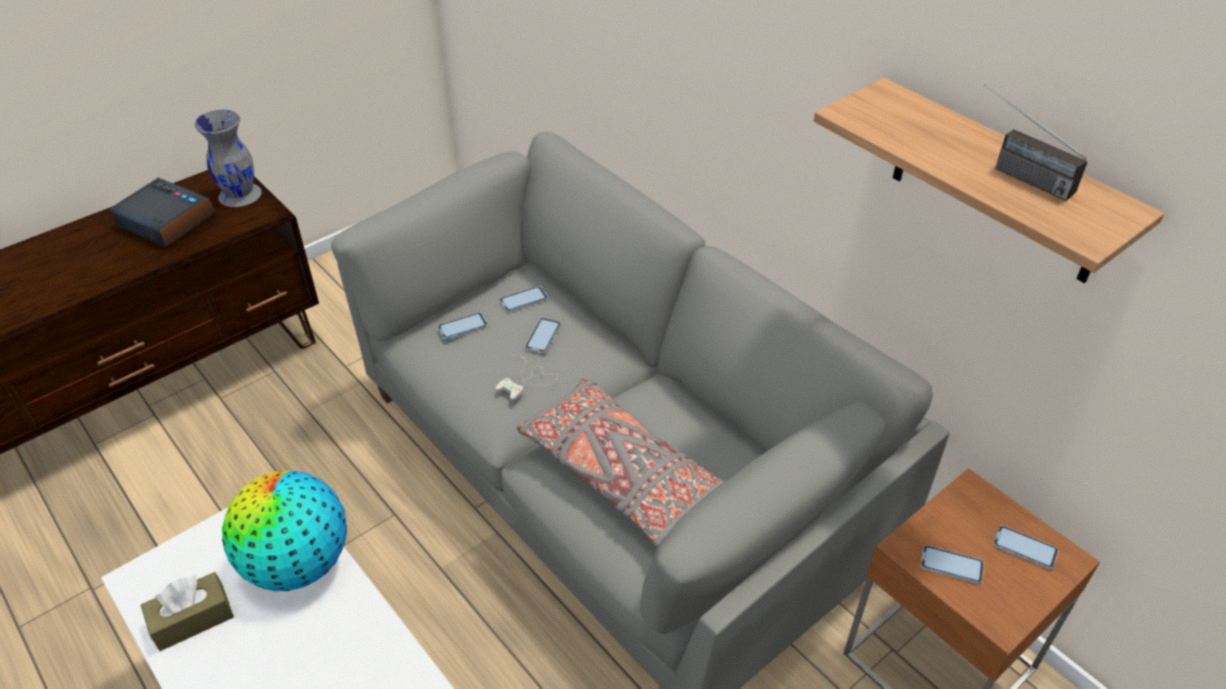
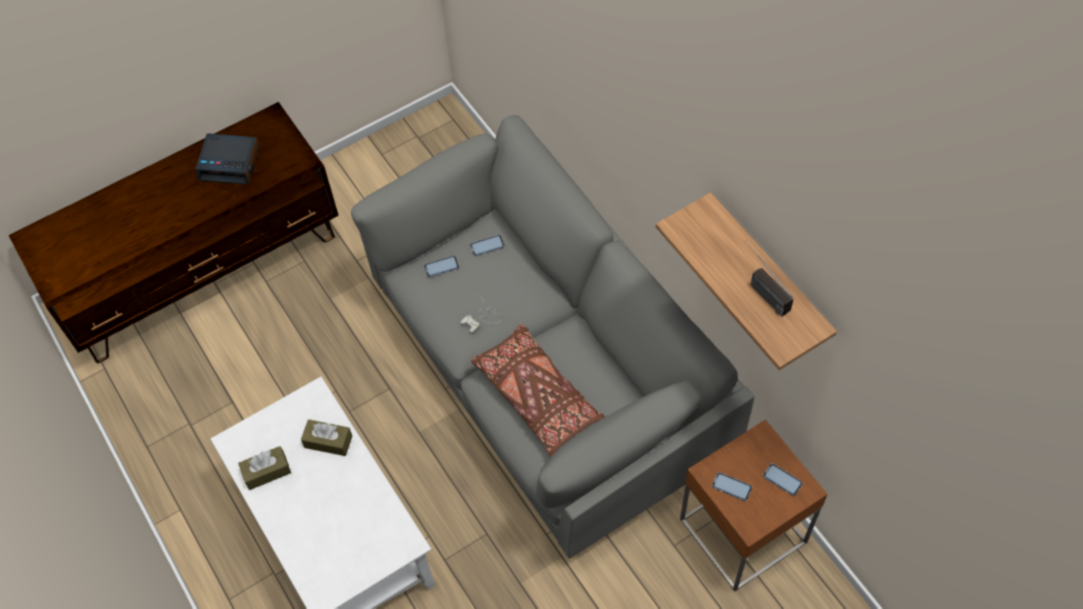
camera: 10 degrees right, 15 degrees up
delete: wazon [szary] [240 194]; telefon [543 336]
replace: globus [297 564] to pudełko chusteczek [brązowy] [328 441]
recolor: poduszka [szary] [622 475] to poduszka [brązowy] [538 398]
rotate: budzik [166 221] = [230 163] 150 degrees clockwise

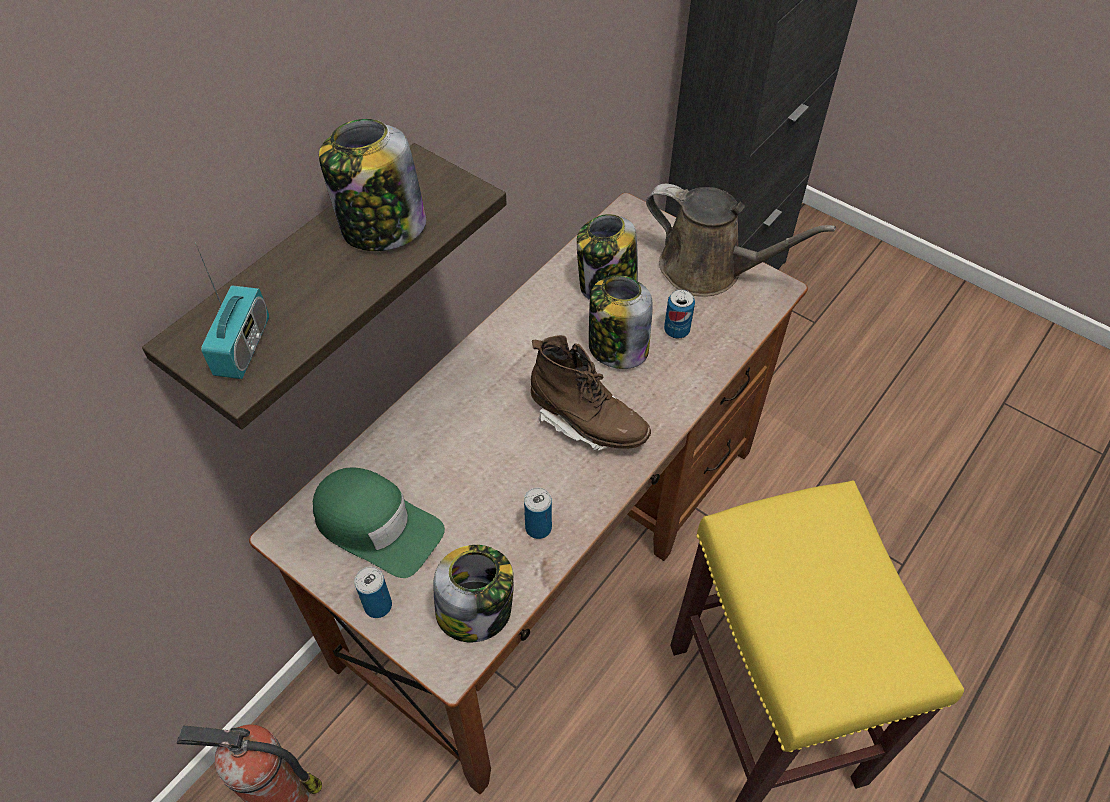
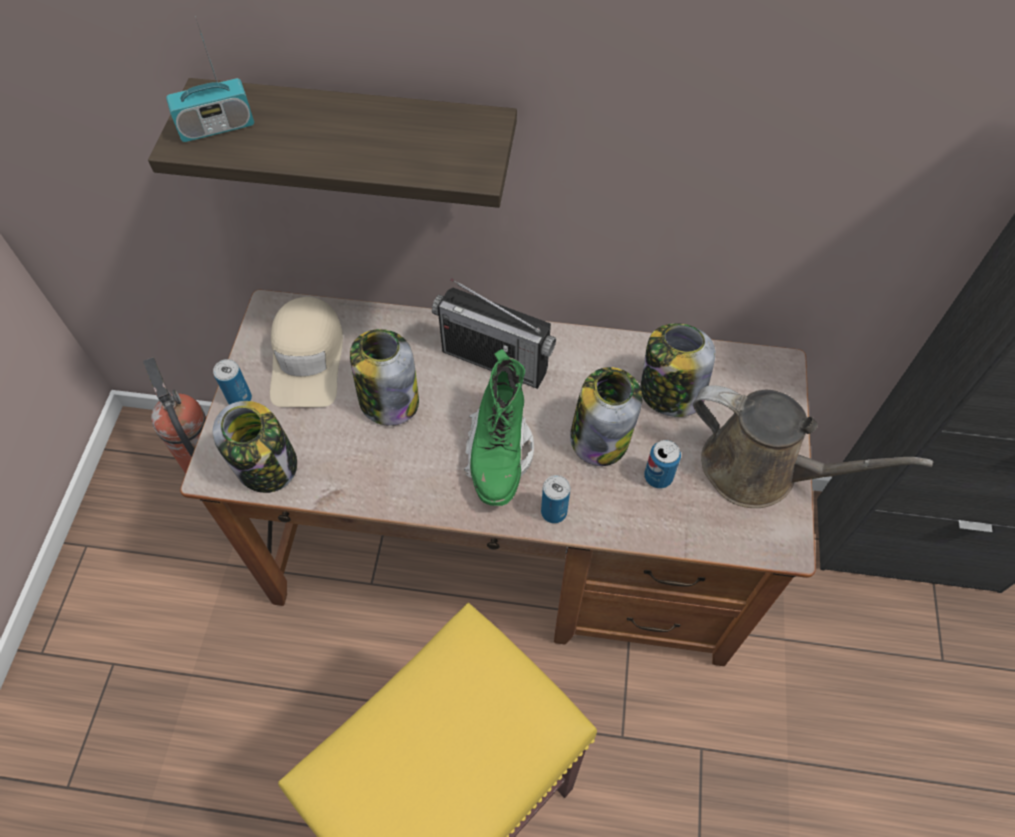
camera: 60 degrees right, 5 degrees up
insert: radio [495 360]
move: słoik [381 228] to [388 400]; puszka [538 528] to [554 512]
recolor: czapka z daszkiem [zielony] [377 525] to czapka z daszkiem [beżowy] [308 359]; but z cholewką [brązowy] [587 422] to but z cholewką [zielony] [499 454]
rotate: konewka [brązowy] [709 269] = [759 470] 60 degrees counterclockwise

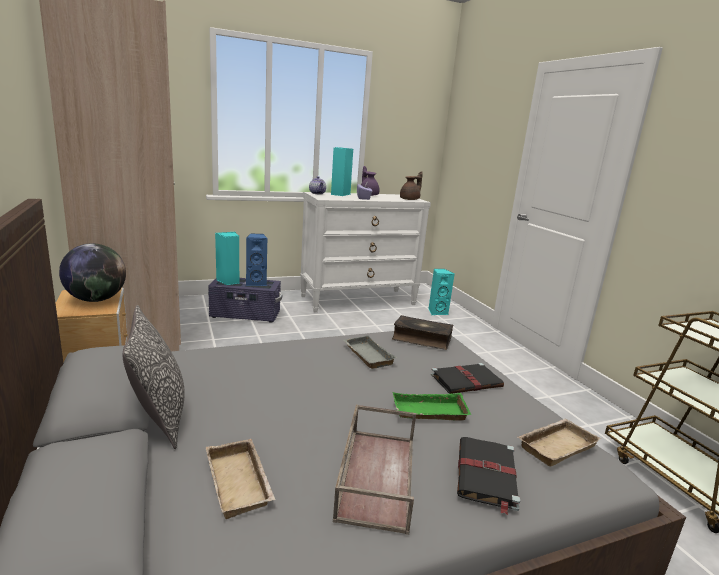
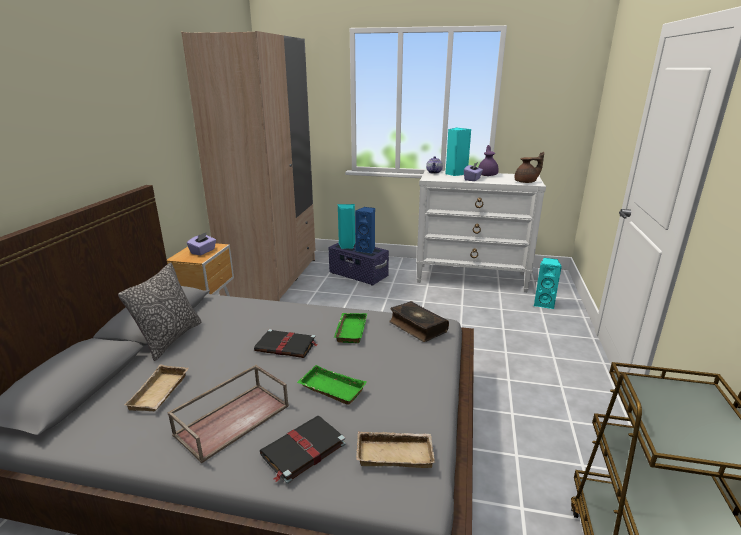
camera: 35 degrees right, 5 degrees up
move: książka [czarny] [467 381] to [287 346]
replace: globus [96 299] to pudełko chusteczek [fioletowy] [203 251]
recolor: taca [szary] [366 355] to taca [zielony] [349 330]

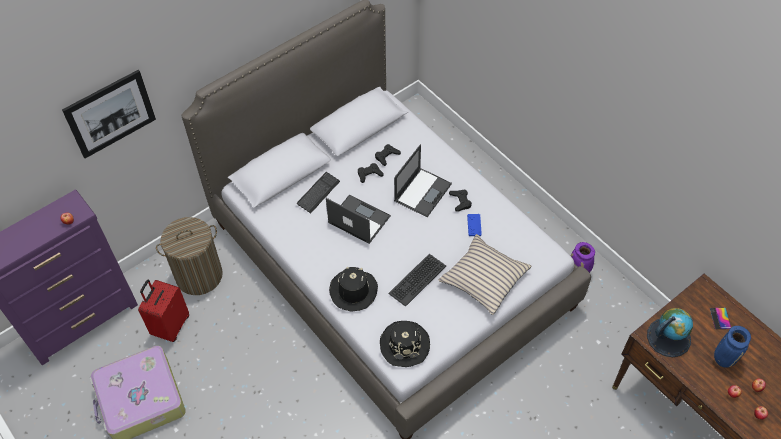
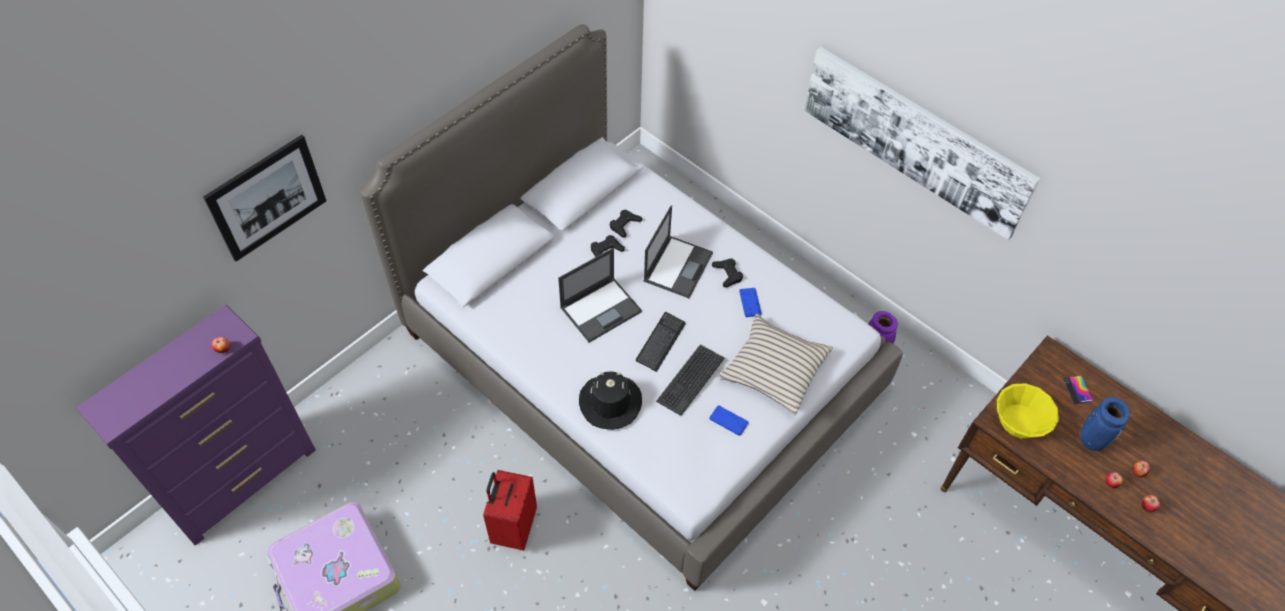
camera: 10 degrees left, 0 degrees up
delete: kosz na pranie [199 275]; kapelusz [czarny] [405 344]
insert: pad do gier [niebieski] [728 421]; obraz [915 140]
move: walizka [czerwony] [170 326] to [513 527]; klawiatura [318 193] to [660 342]
replace: globus [668 337] to miska [żółty] [1020 420]
rotate: laptop [358 219] = [601 309] 120 degrees clockwise

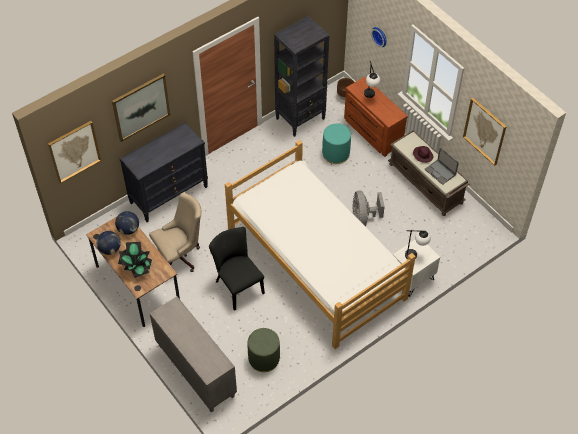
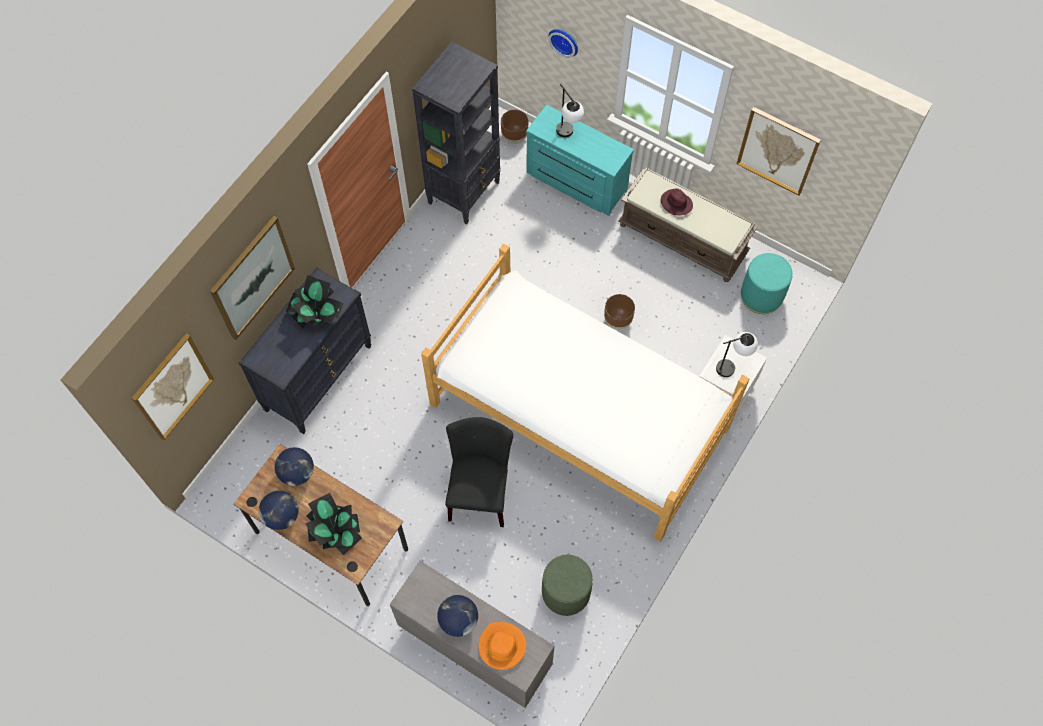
camera: 20 degrees left, 10 degrees up
delete: krzesło biurowe [beżowy] [180 256]; laptop [440 172]
insert: roślina doniczkowa [317 314]; globus [458 620]; kapelusz [pomarańczowy] [501 646]
move: pufa [turkusowy] [336 153] to [761 295]
replace: wentylator [szary] [364 217] to donica [brązowy] [618 321]
recolor: komoda [brązowy] [371 132] to komoda [turkusowy] [575 182]
rotate: krzesło [czarny] [237 285] = [480 490] 60 degrees clockwise

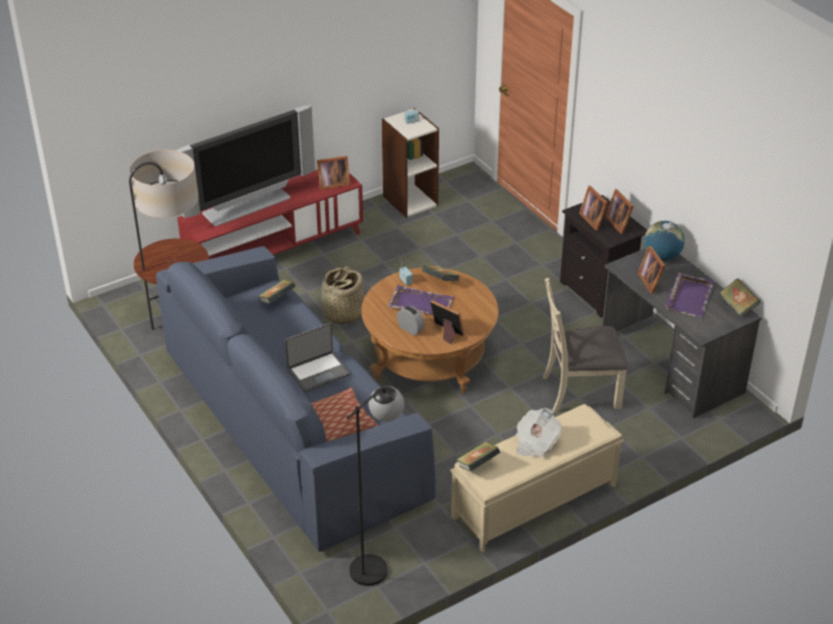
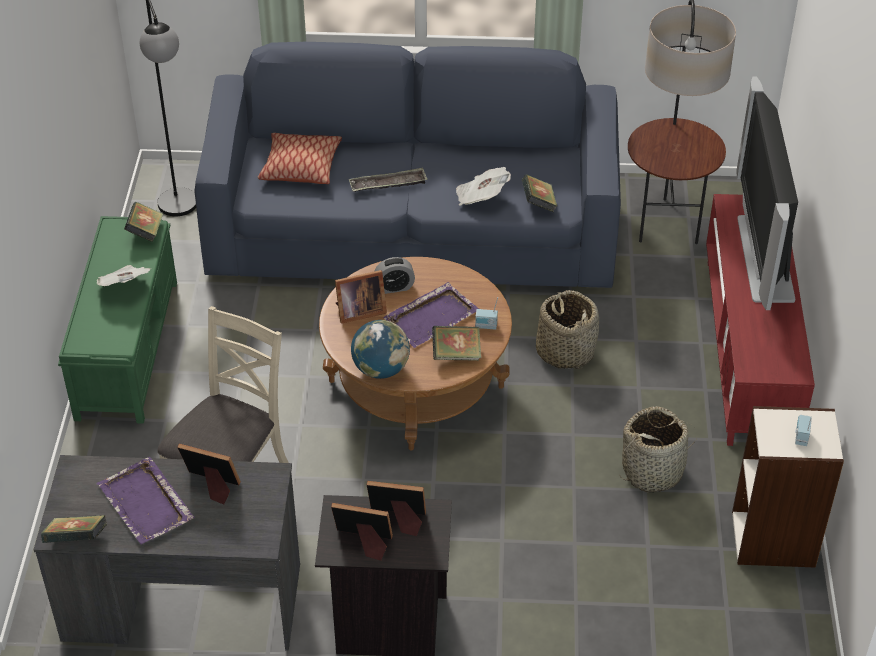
camera: 125 degrees right, 5 degrees up
delete: ramka na zdjęcie [332 184]
insert: gazeta [481 197]; koszyk [653 471]
move: globus [661 256] to [381 369]
replace: laptop [318 372] to taca [388 184]
recolor: ławka [beżowy] [533 502] to ławka [zielony] [127 347]

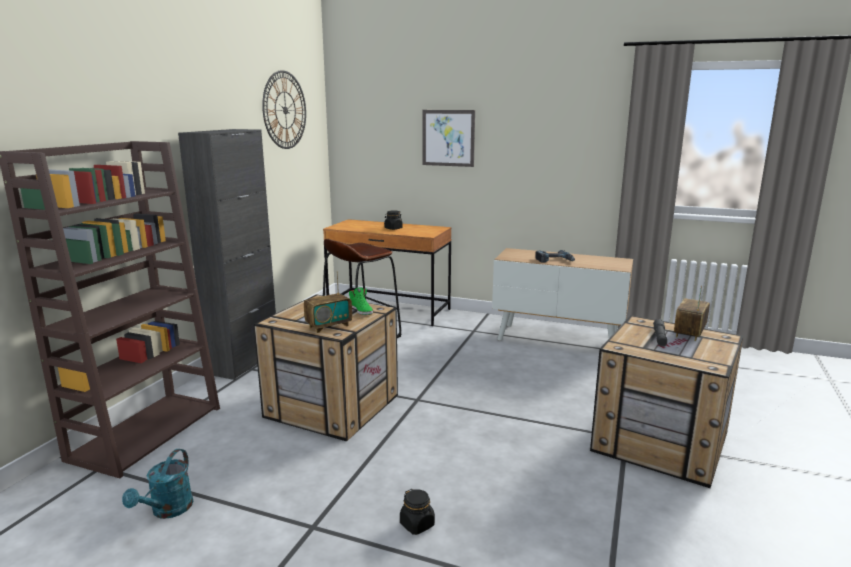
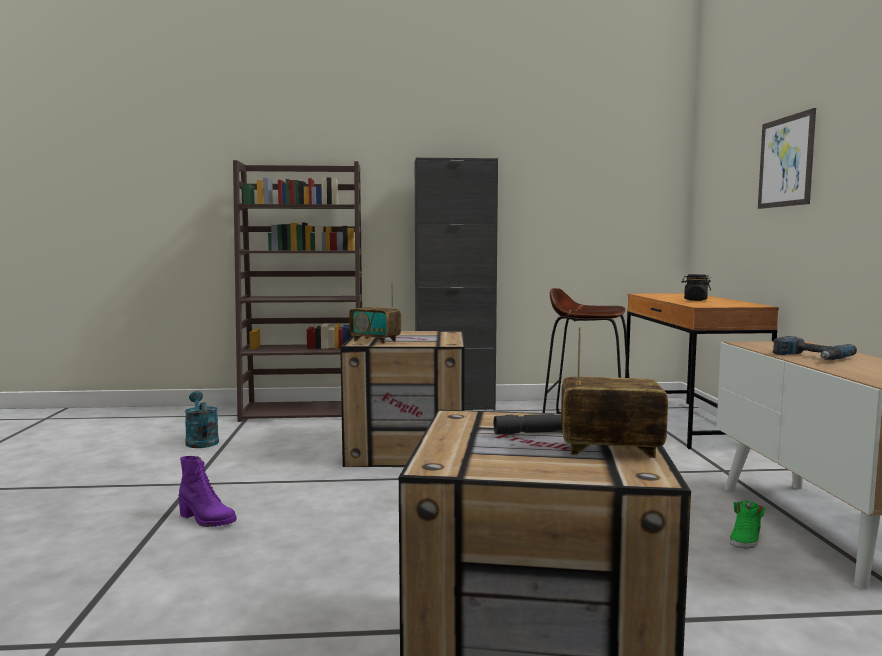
camera: 65 degrees right, 10 degrees down
delete: zegar ścienny [285 110]
move: but [zielony] [361 310] to [746 538]
replace: słoik [czarny] [417 524] to but z cholewką [fioletowy] [206 520]
rotate: konewka [turkusowy] [167 511] = [201 441] 75 degrees clockwise

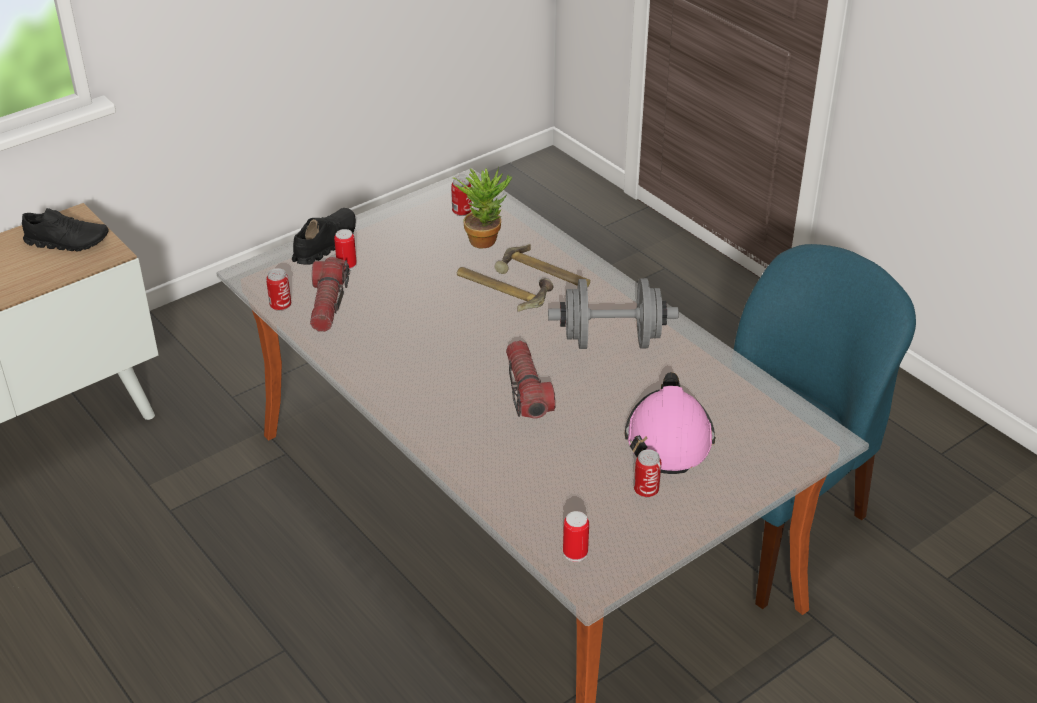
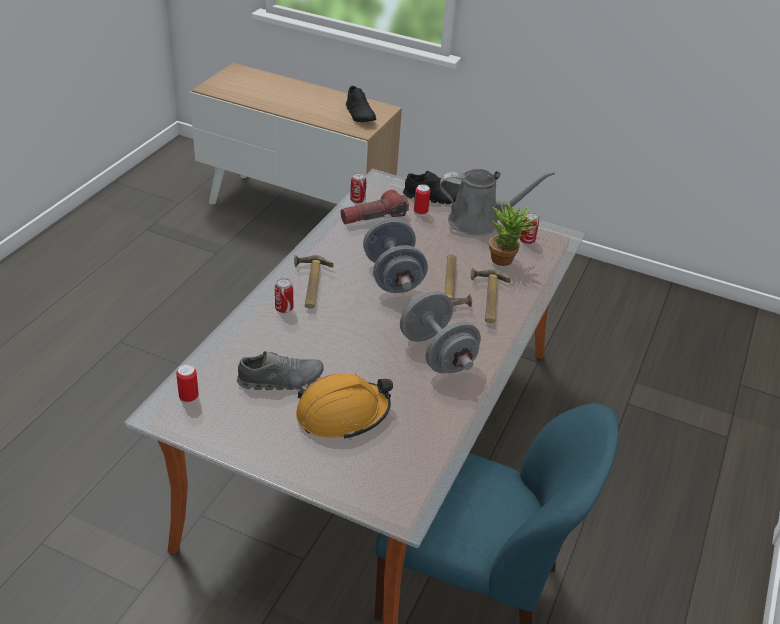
camera: 60 degrees right, 0 degrees up
delete: latarka [527 390]
insert: but [szary] [280 380]; młotek [309 285]; hantel [szary] [393 277]; konewka [szary] [479 222]
move: puszka [646 490] to [284 309]
recolor: kask [różowy] [668 438] to kask [pomarańczowy] [342 414]

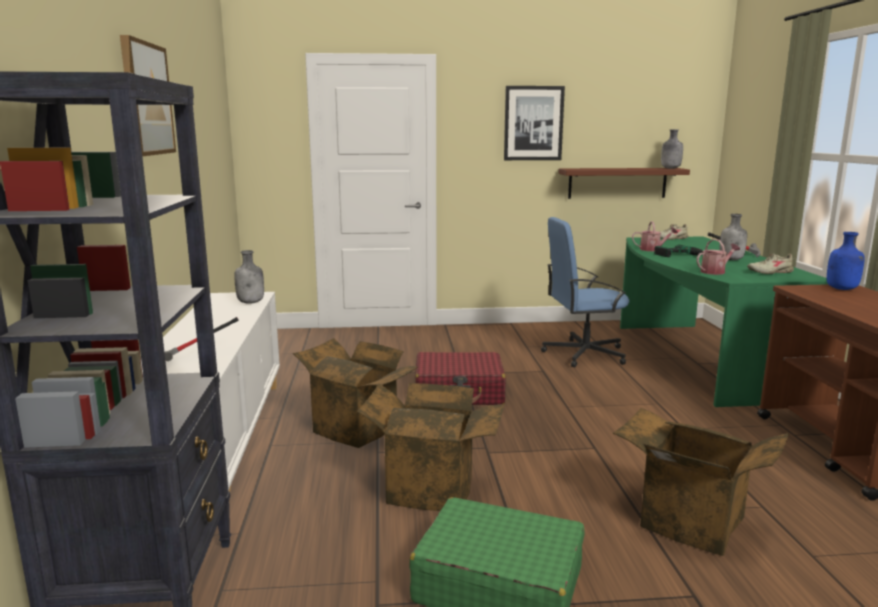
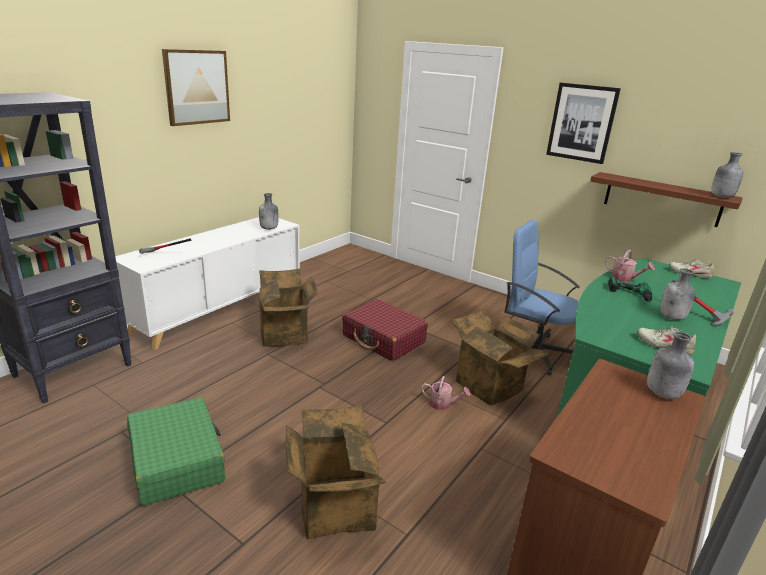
camera: 40 degrees right, 10 degrees up
move: karton [433 487] to [492 385]; konewka [715 271] to [443 404]
recolor: butelka [niebieski] [842 289] to butelka [szary] [662 394]

